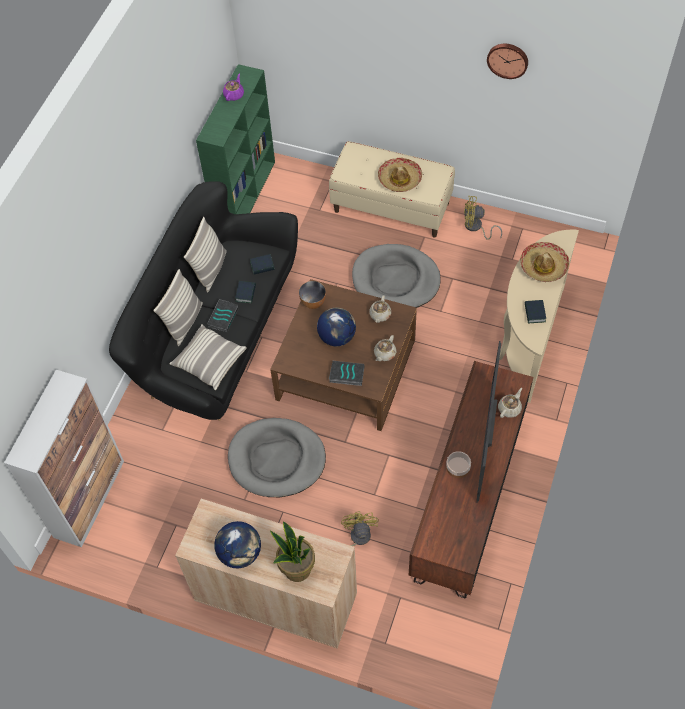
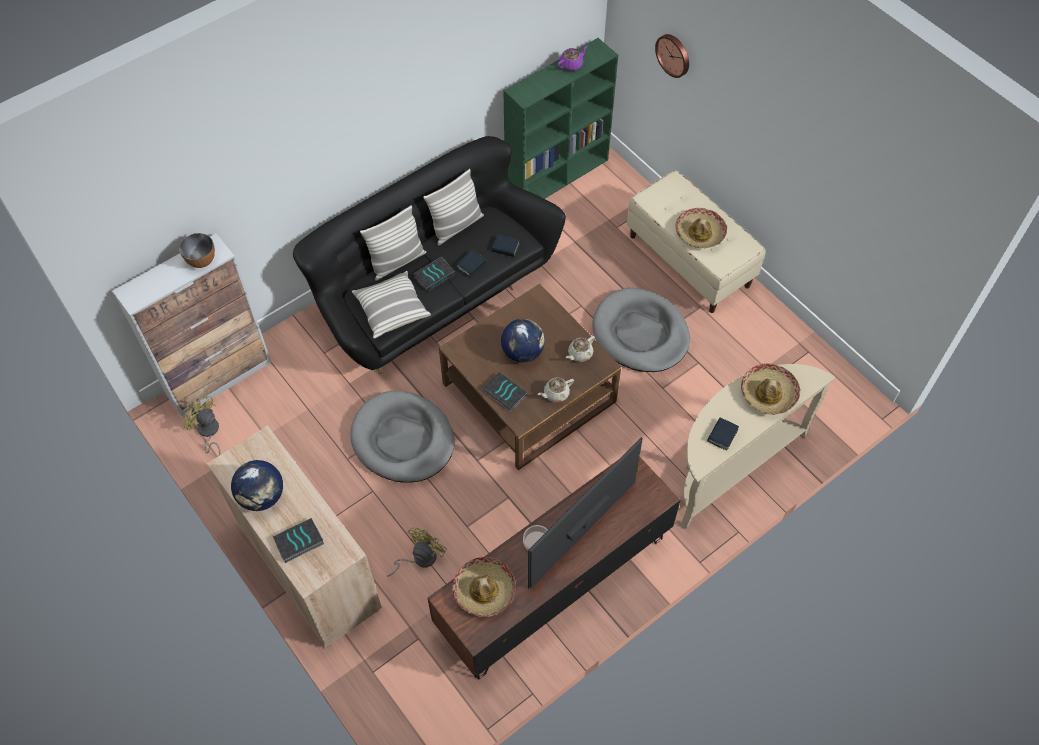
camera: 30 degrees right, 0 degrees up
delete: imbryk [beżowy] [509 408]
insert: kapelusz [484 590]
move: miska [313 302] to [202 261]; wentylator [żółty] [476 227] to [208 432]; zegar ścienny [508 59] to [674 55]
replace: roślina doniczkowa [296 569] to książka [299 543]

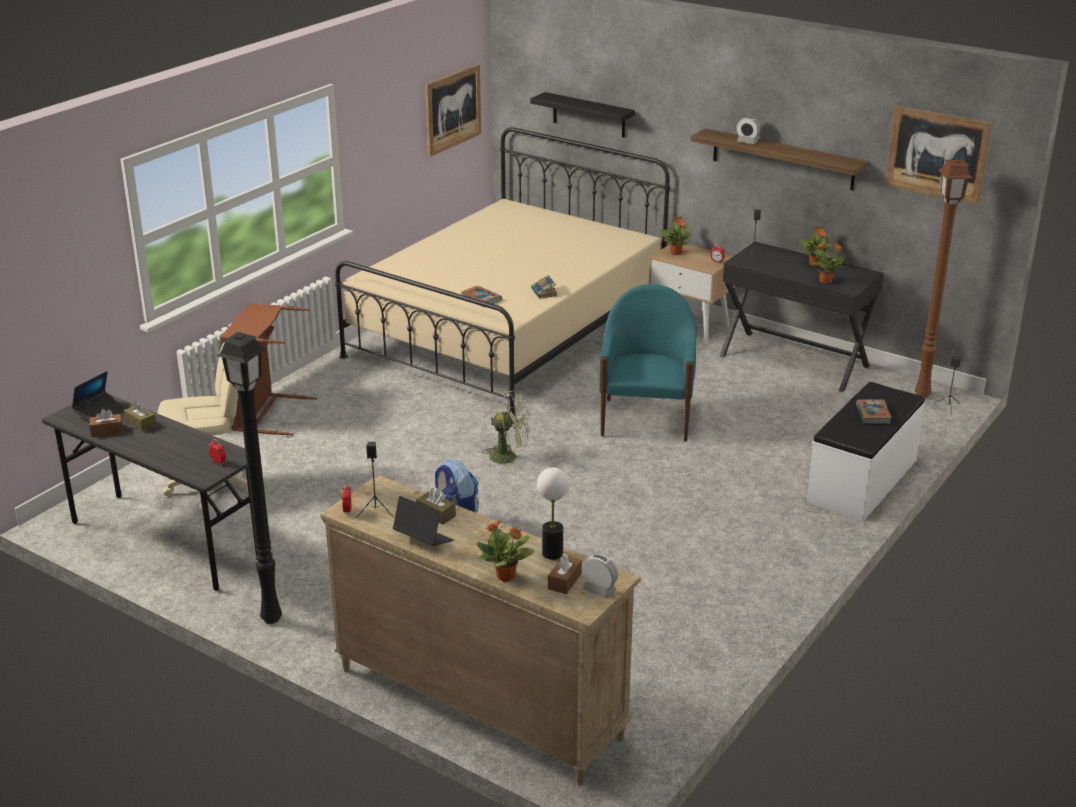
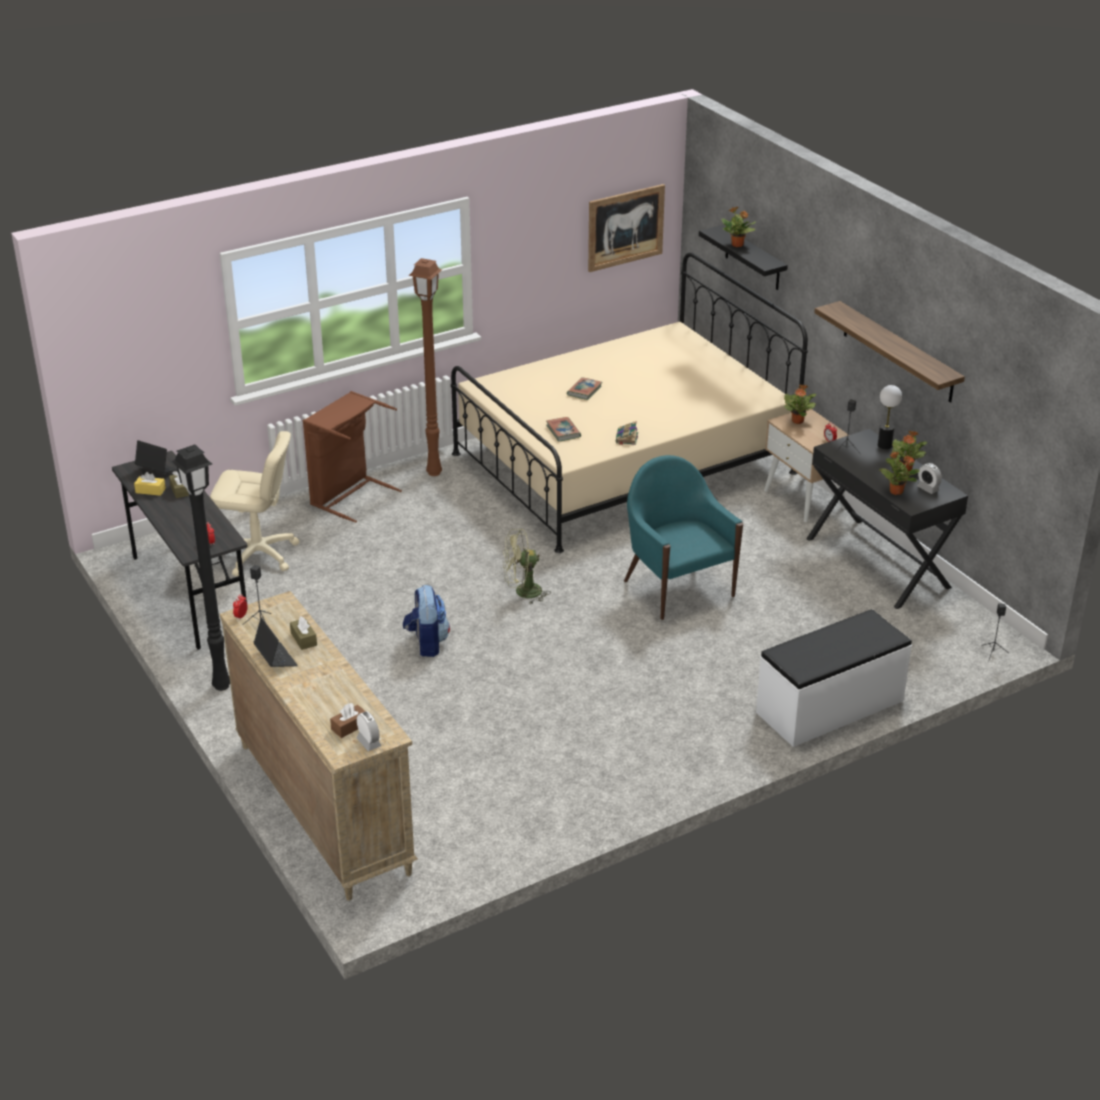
camera: 25 degrees right, 5 degrees up
delete: obraz [937 154]
move: roślina doniczkowa [506 576] to [737 245]; lampa stołowa [552 553] to [884 445]; budzik [747 142] to [928 488]; książka [873 414] to [584 391]; lampa stojąca [brązowy] [920 394] to [433 472]
recolor: pudełko chusteczek [brązowy] [107 431] to pudełko chusteczek [żółty] [150 490]
rotate: laptop [98 411] = [157 470] 120 degrees counterclockwise; wentylator [zielony] [509 457] = [522 592] 135 degrees clockwise; fotel [turkusowy] [646 419] = [677 587] 60 degrees counterclockwise

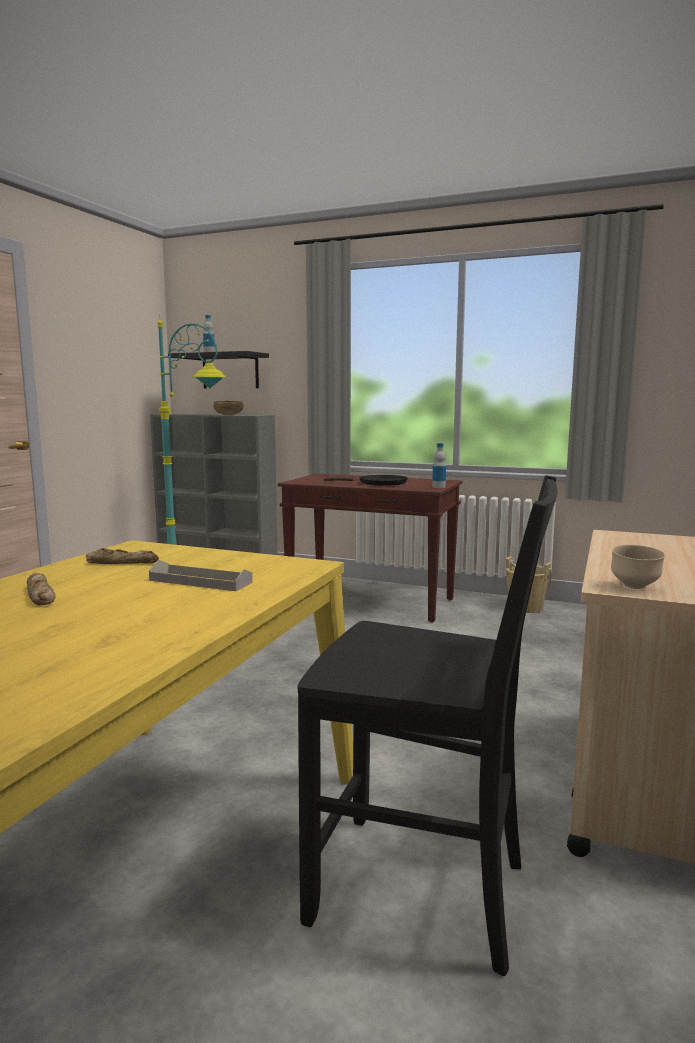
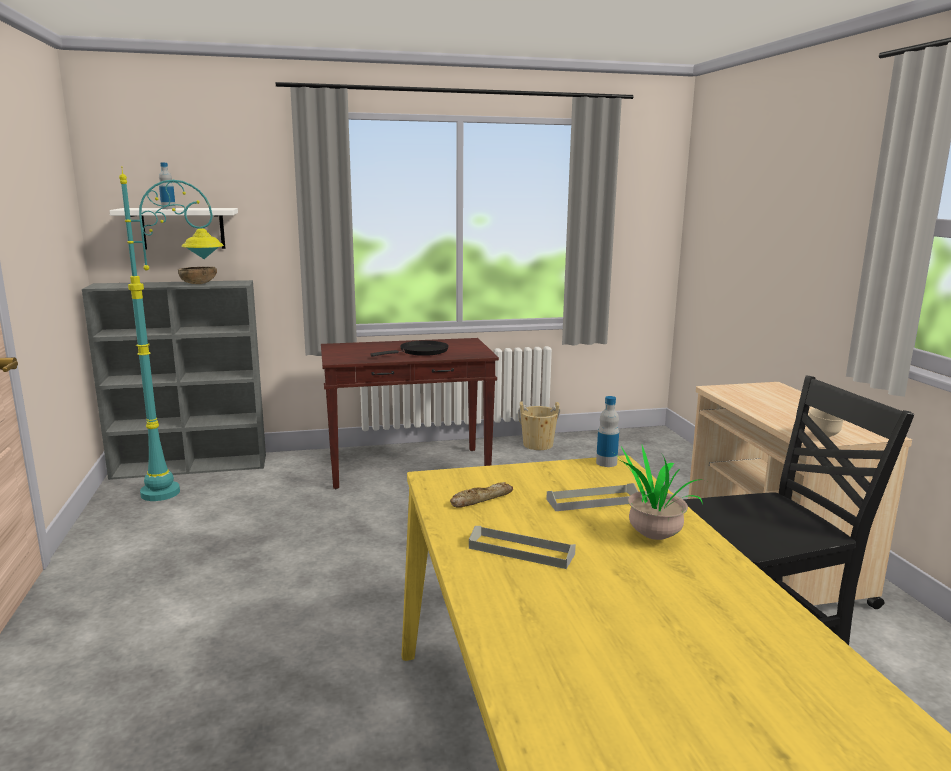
camera: 35 degrees left, 5 degrees up
insert: roślina doniczkowa [650 537]
move: butelka [438 487] to [606 463]
replace: chleb [39 595] to taca [szary] [521 551]
recolor: półka [czarny] [230 371] to półka [biały] [182 228]

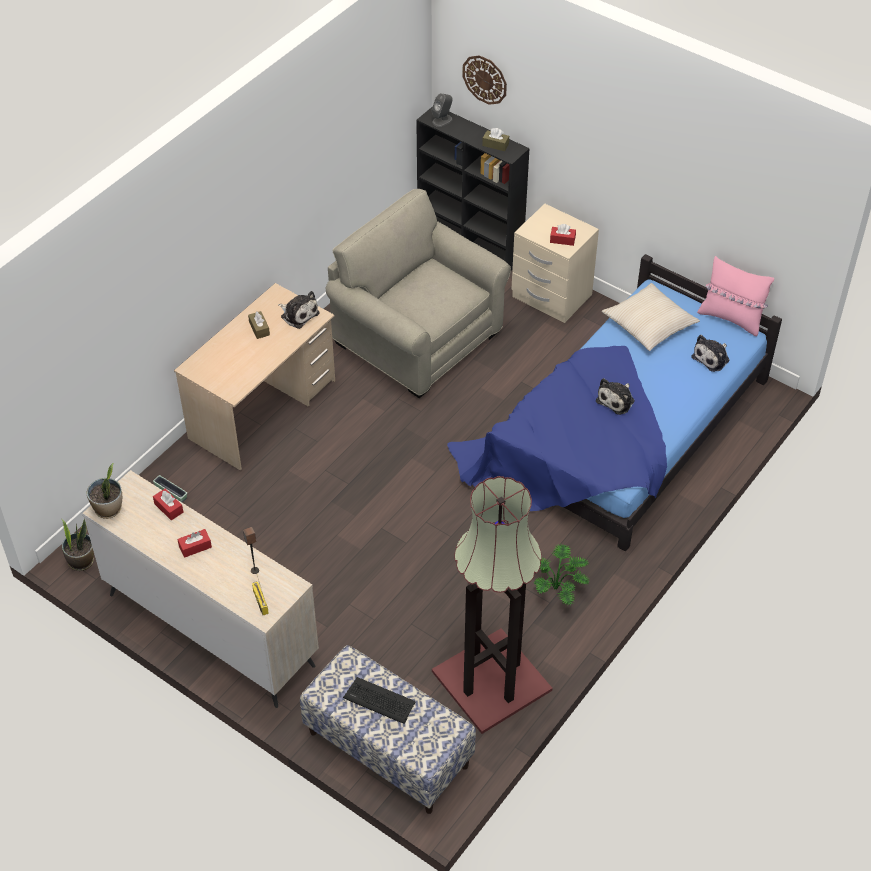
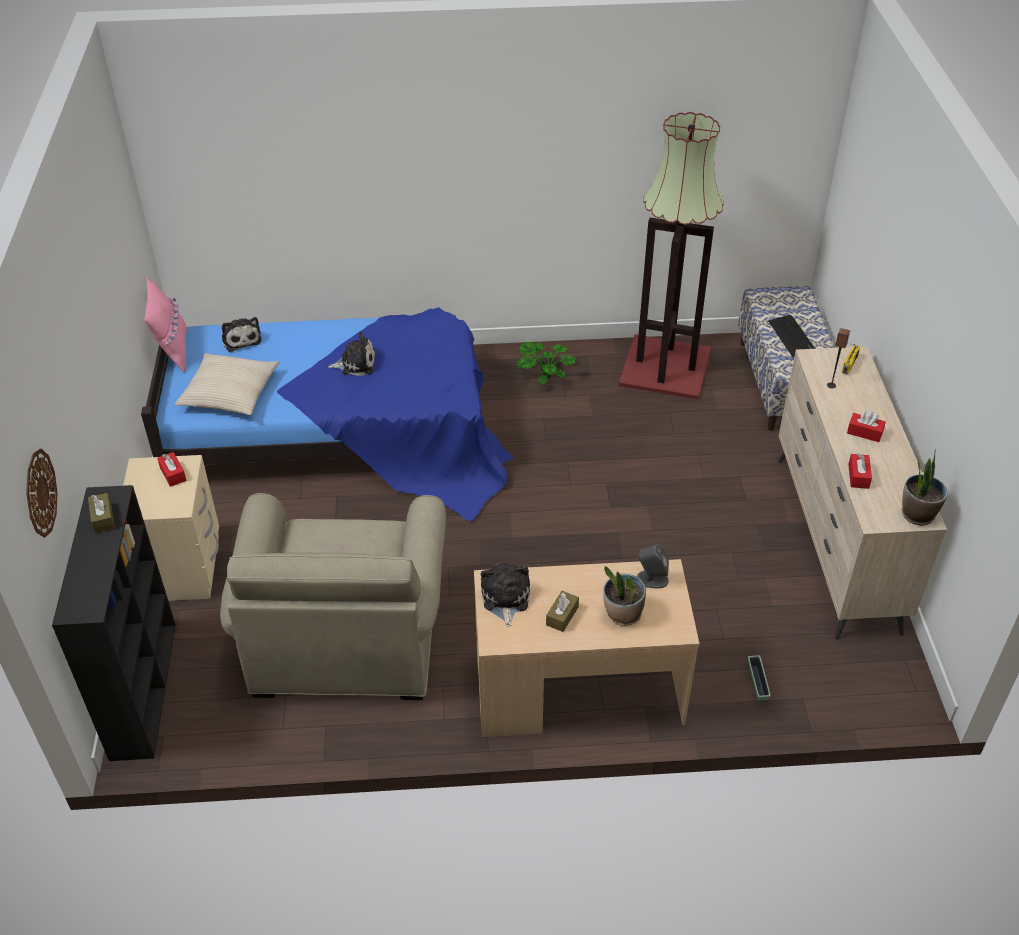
camera: 130 degrees left, 5 degrees down
move: roślina doniczkowa [81 561] to [622 614]; głośnik [szary] [442 120] to [651 579]
rotate: pluszak [712 358] = [241 339] 60 degrees clockwise

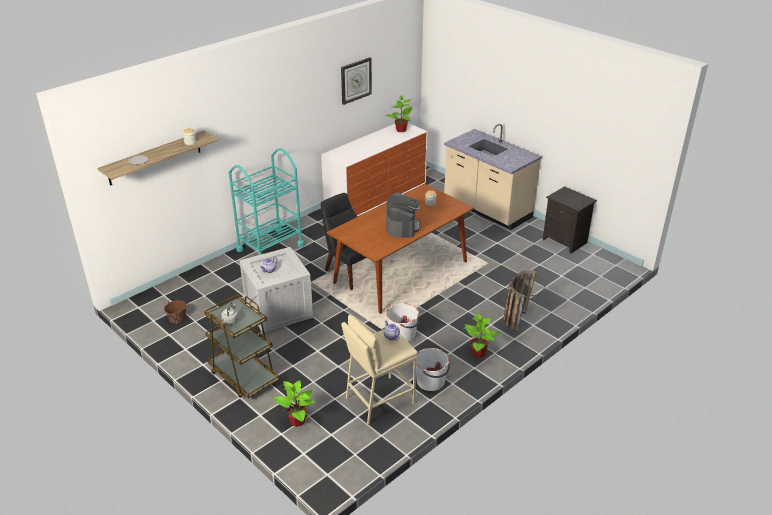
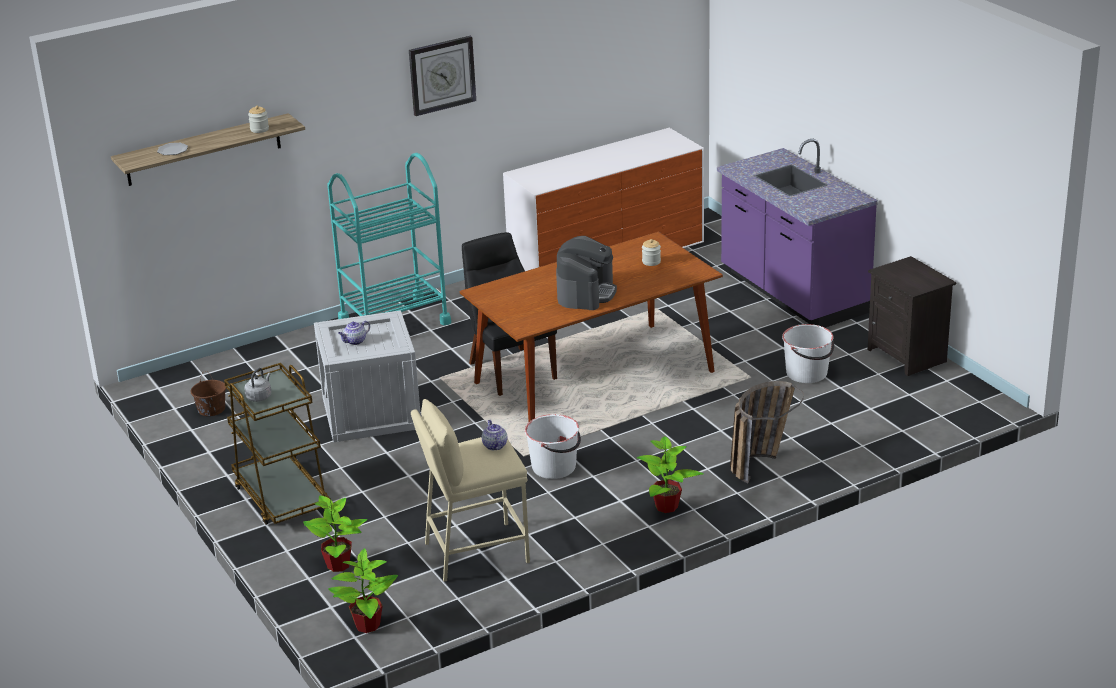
camera: 15 degrees right, 5 degrees down
move: zegar ścienny [356 80] to [442 75]; roślina doniczkowa [401 130] to [367 625]; wiadro [biały] [431 381] to [807 373]
recolor: zabudowa kuchenna [beżowy] [487 209] to zabudowa kuchenna [fioletowy] [792 293]

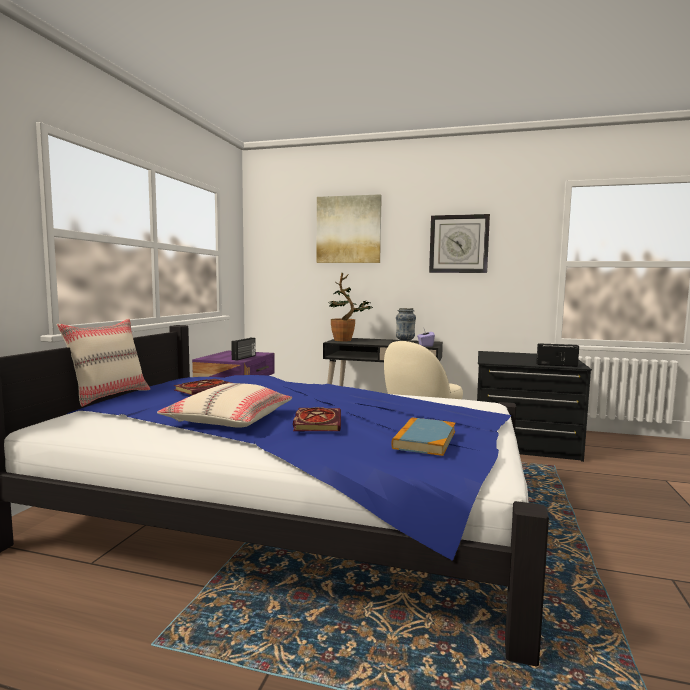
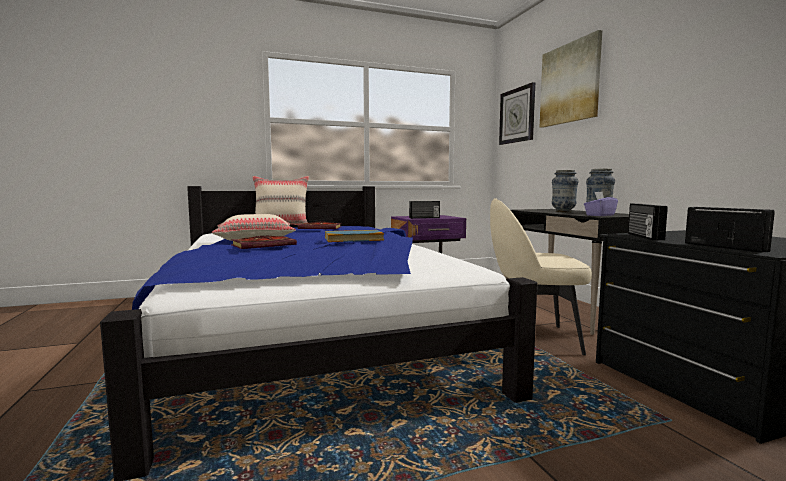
camera: 55 degrees right, 0 degrees up
delete: roślina doniczkowa [347 340]
insert: wazon [563 211]; radio [643 236]
move: książka [424 439] to [353 239]; zegar ścienny [458 244] to [517 115]

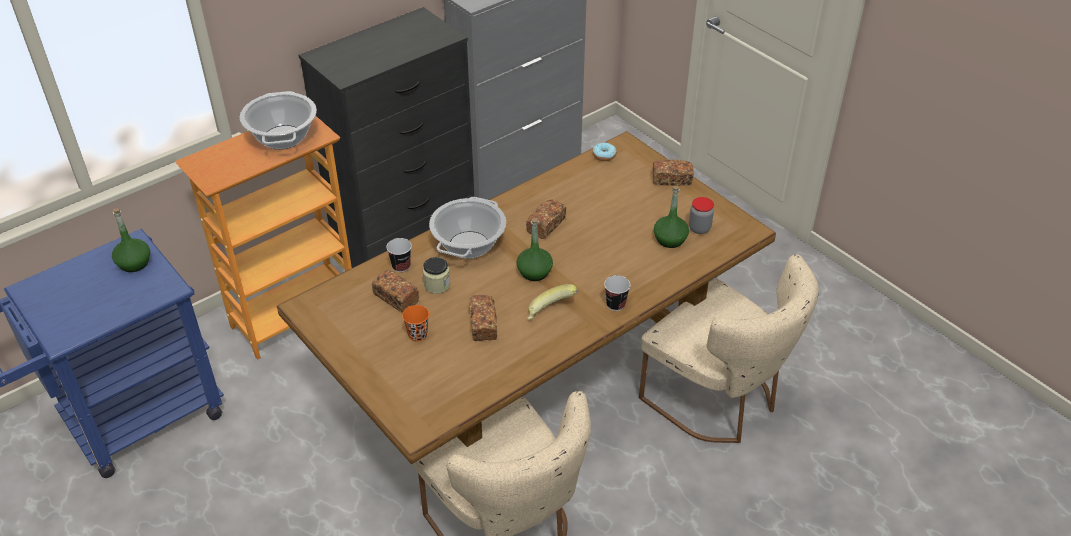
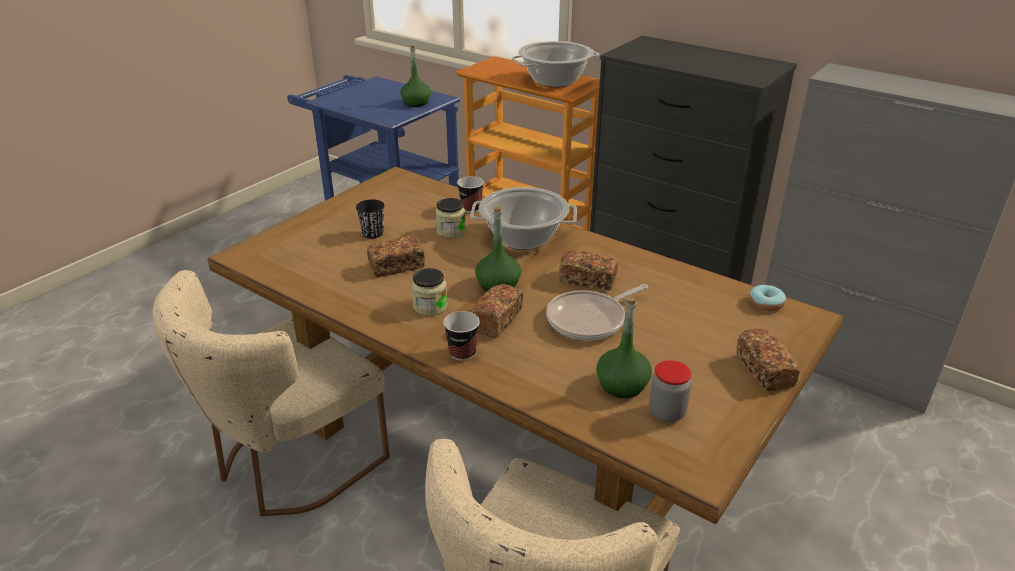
camera: 75 degrees right, 10 degrees down
insert: patelnia [590 319]
move: chleb [396 298] to [496 320]
replace: banan [551 313] to słoik [430 306]
recolor: filiżanka [pomarańczowy] [417 335] to filiżanka [czarny] [373 233]

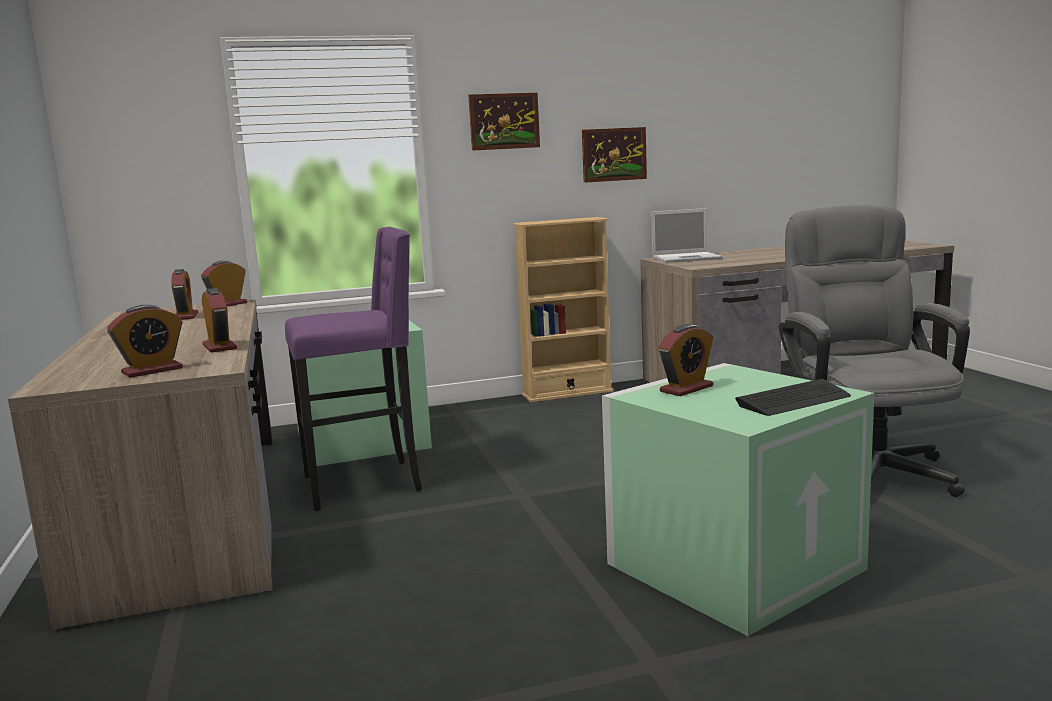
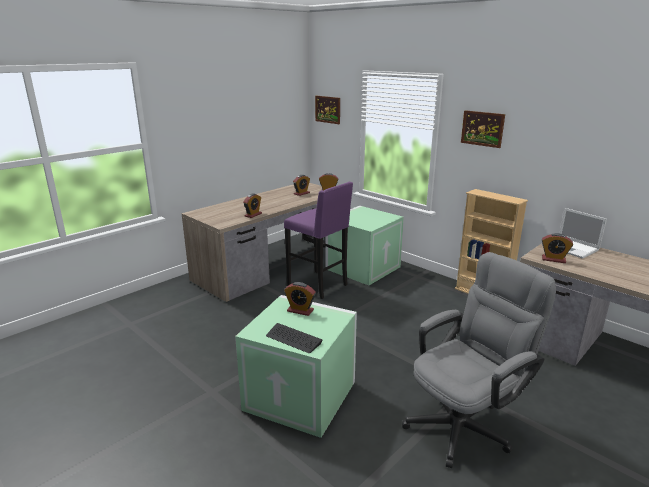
camera: 60 degrees right, 10 degrees up
move: budzik [152 370] to [553 259]; obraz [614 154] to [328 109]

